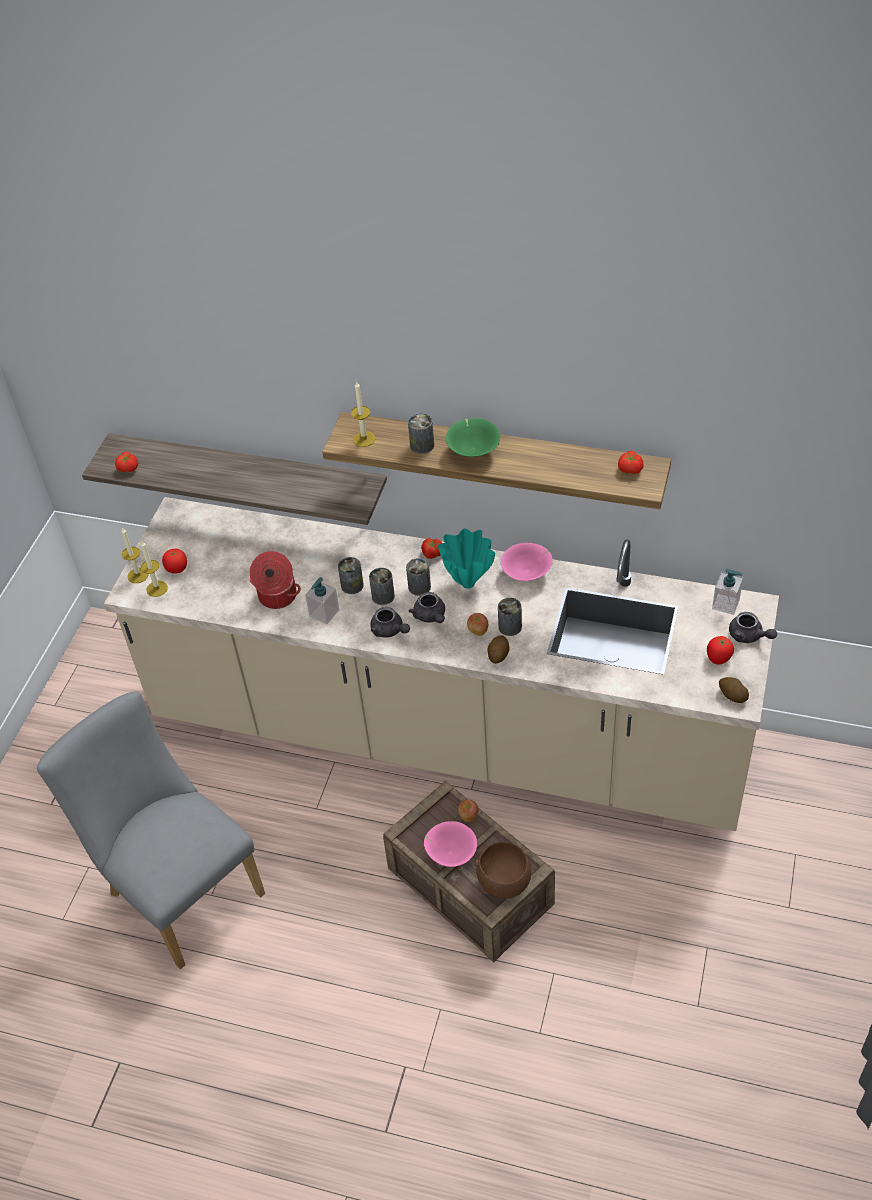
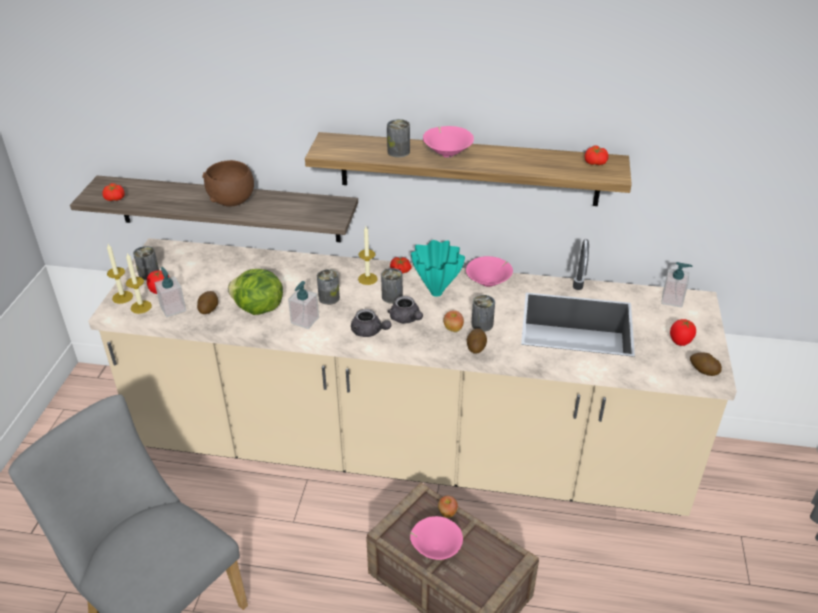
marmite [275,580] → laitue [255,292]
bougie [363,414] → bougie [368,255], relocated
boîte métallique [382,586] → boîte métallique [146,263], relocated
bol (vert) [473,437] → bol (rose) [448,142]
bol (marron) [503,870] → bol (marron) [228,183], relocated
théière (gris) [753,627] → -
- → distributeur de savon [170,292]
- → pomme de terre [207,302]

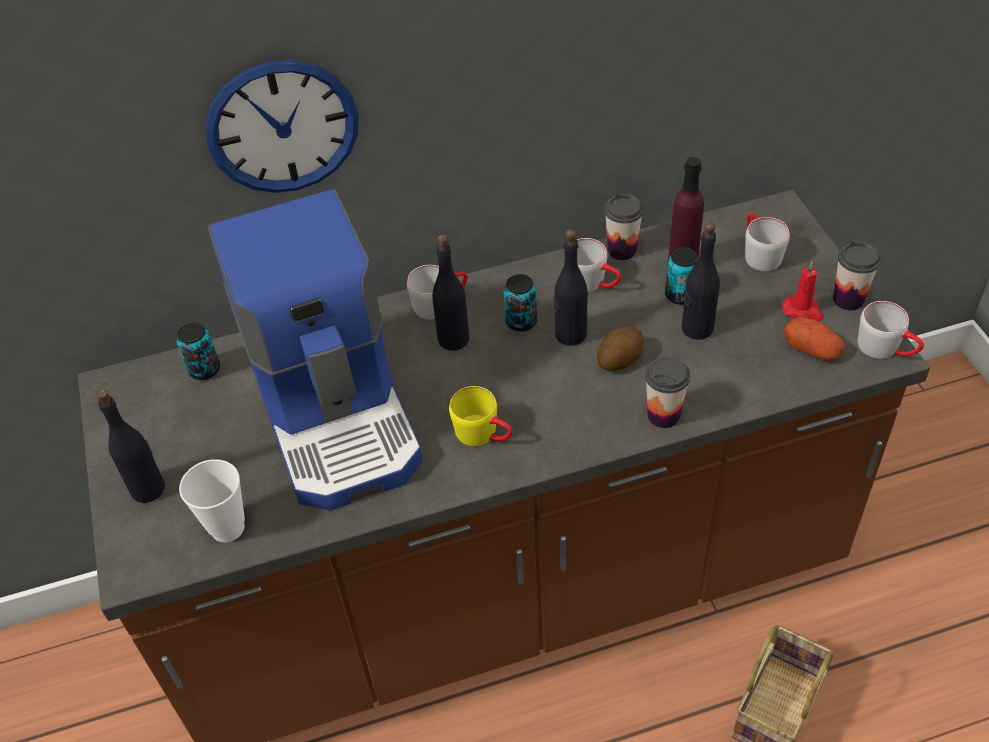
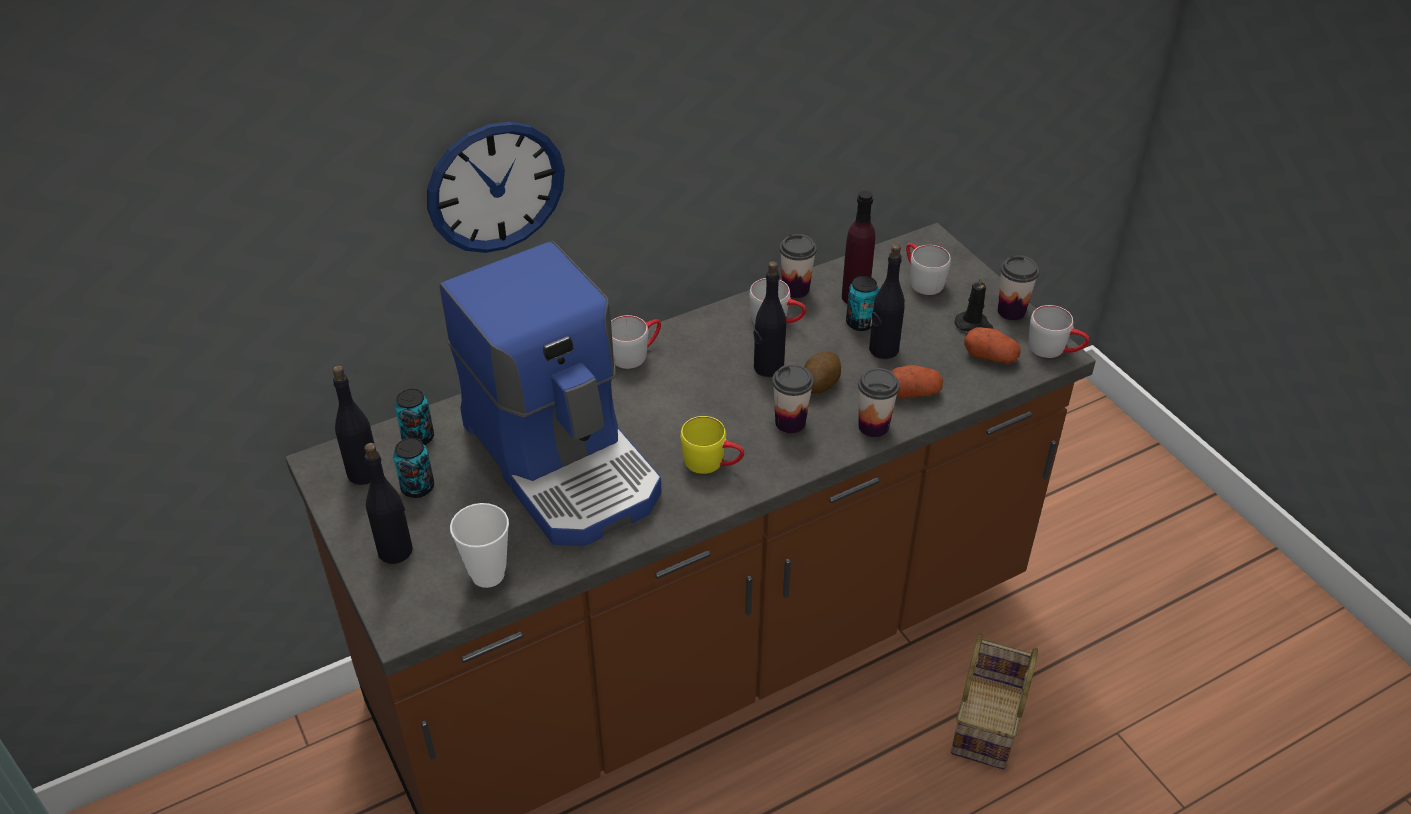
bouteille (noir) [450,293] → bouteille (noir) [353,425], relocated
boîte métallique [520,303] → boîte métallique [413,468], relocated
bougie (rouge) [802,291] → bougie (noir) [974,303]
- → tasse [793,399]
- → pomme de terre [917,381]

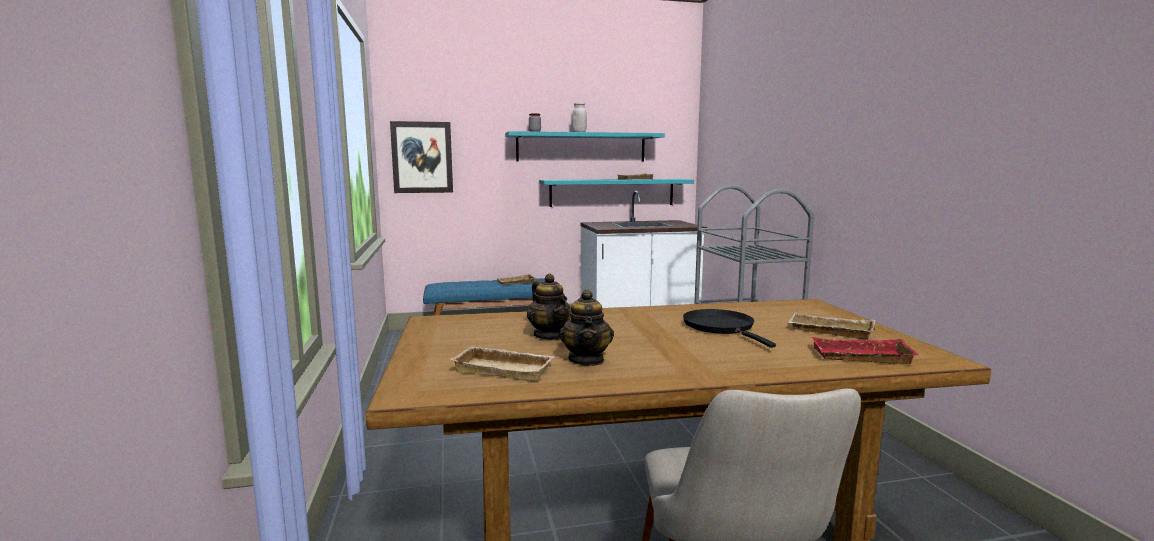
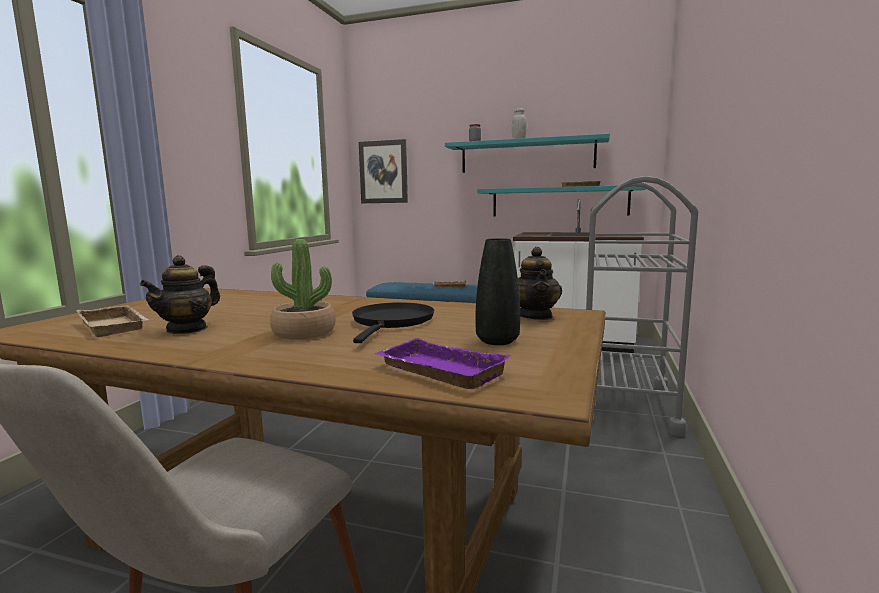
théière [549,306] → théière [540,283], relocated
plateau (beige) [832,325] → vase (noir) [497,291]
plateau (rouge) [865,350] → plateau (violet) [442,363]
- → plante en pot [302,289]

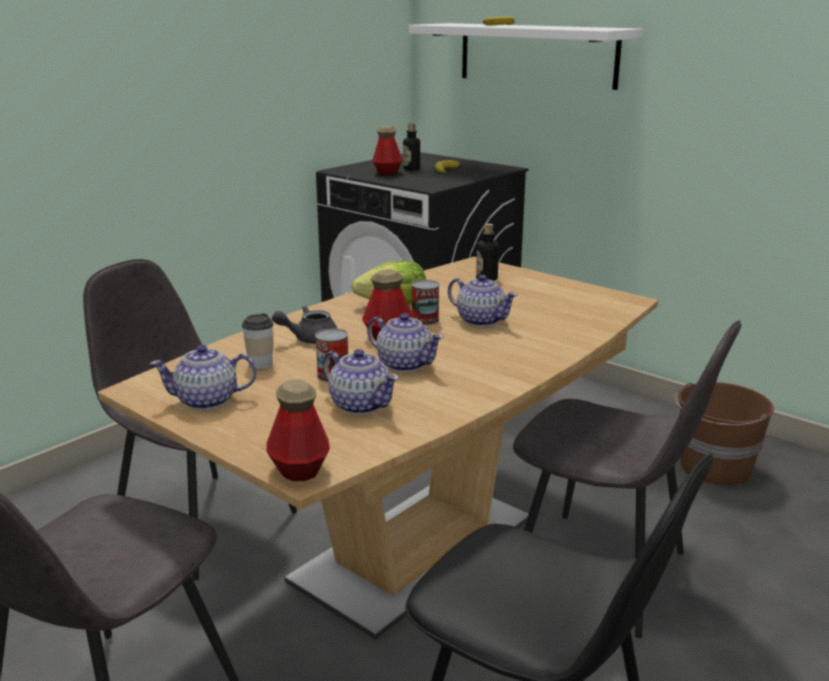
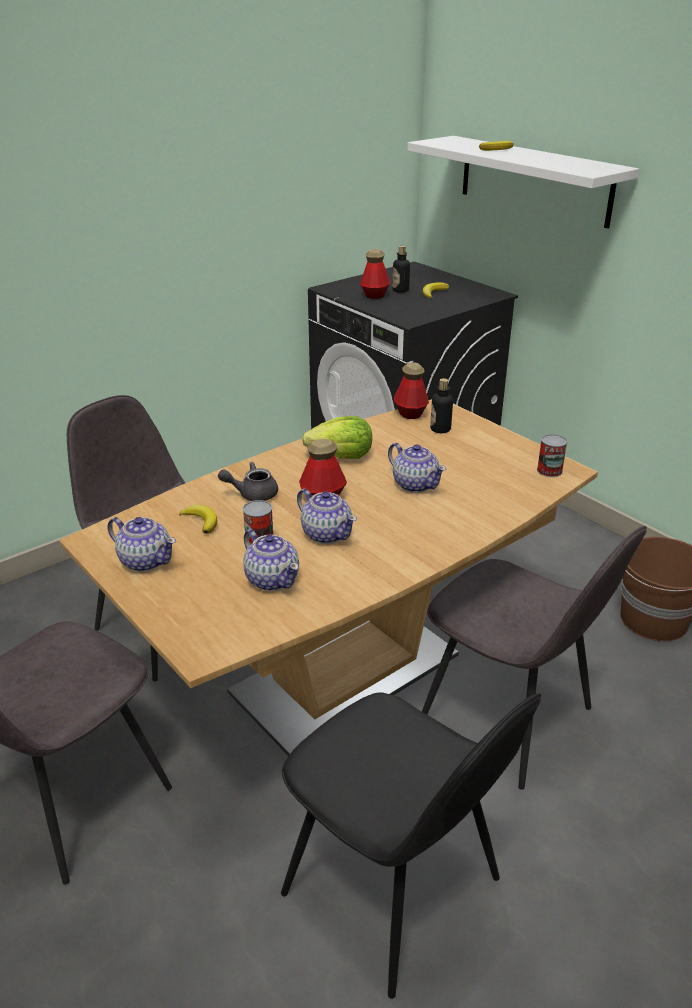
théière [203,377] → théière [141,544], 150 degrees counterclockwise
tasse [258,341] → banane [198,519]
bouteille [298,430] → bouteille [411,390], relocated
boîte métallique [425,303] → boîte métallique [552,455], relocated

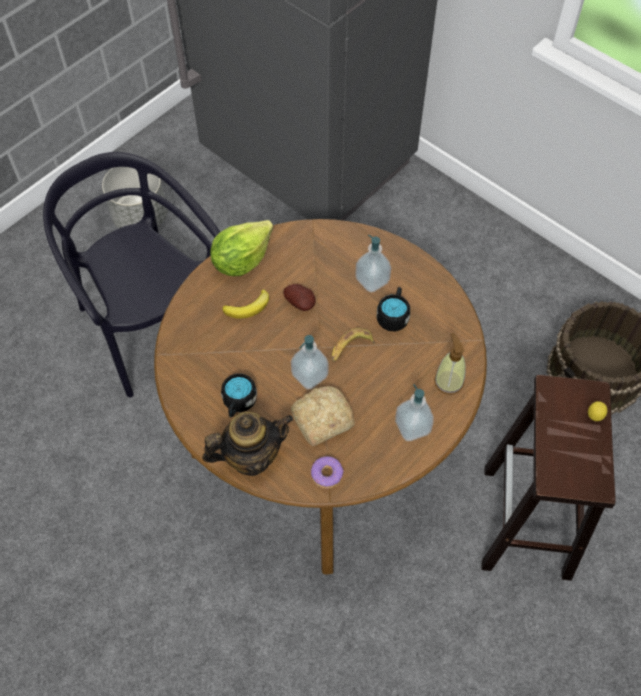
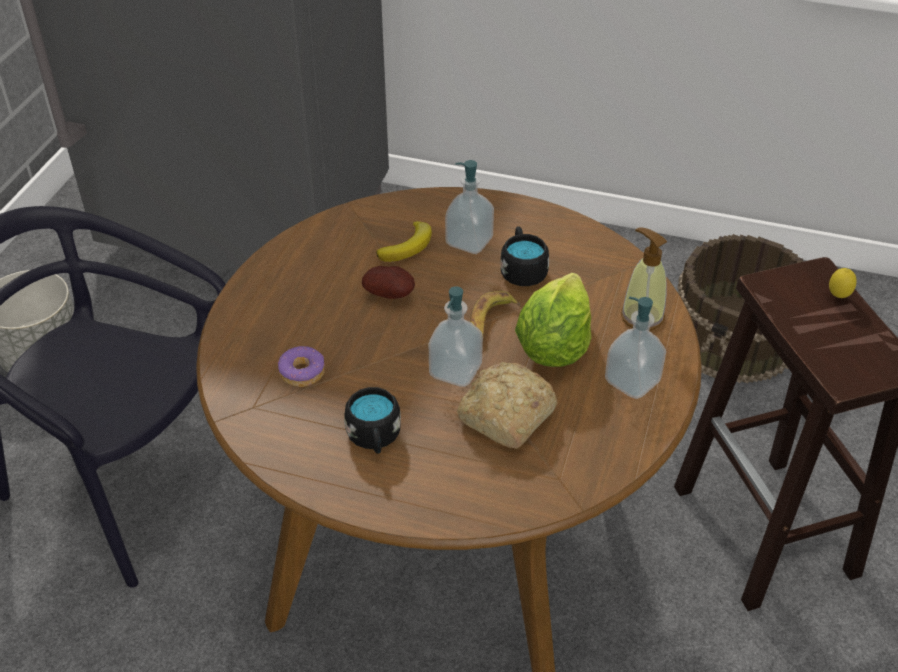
théière [247,444] → -
laitue [241,248] → laitue [553,320], relocated
banane [245,304] → banane [404,241], relocated
beignet [327,472] → beignet [301,366], relocated

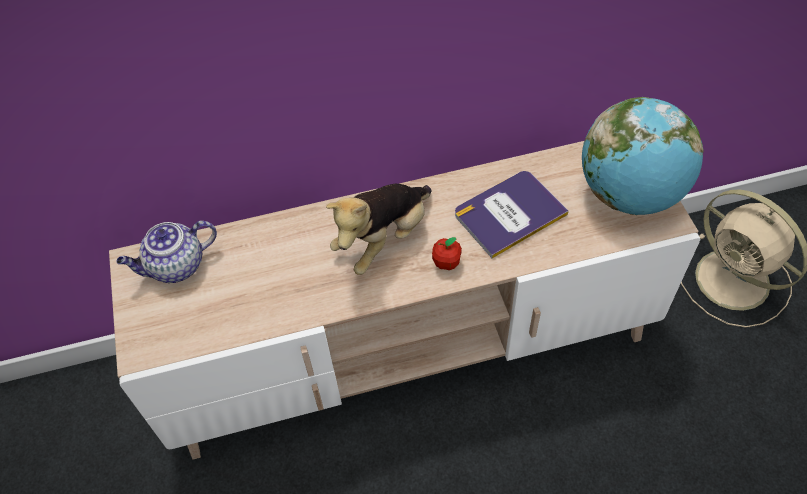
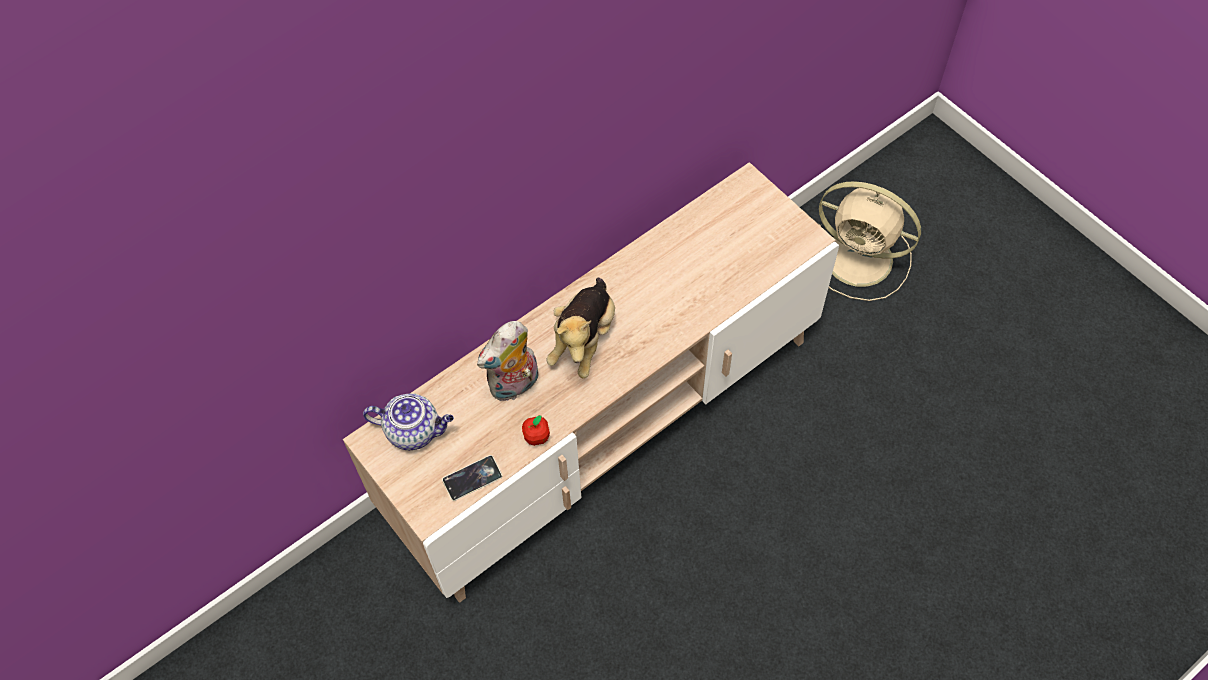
théière [166,252] → théière [408,421], 120 degrees counterclockwise
pomme [447,253] → pomme [536,430], relocated
livre [512,214] → -
globe [643,156] → -
- → téléphone [472,478]
- → peluche [508,361]

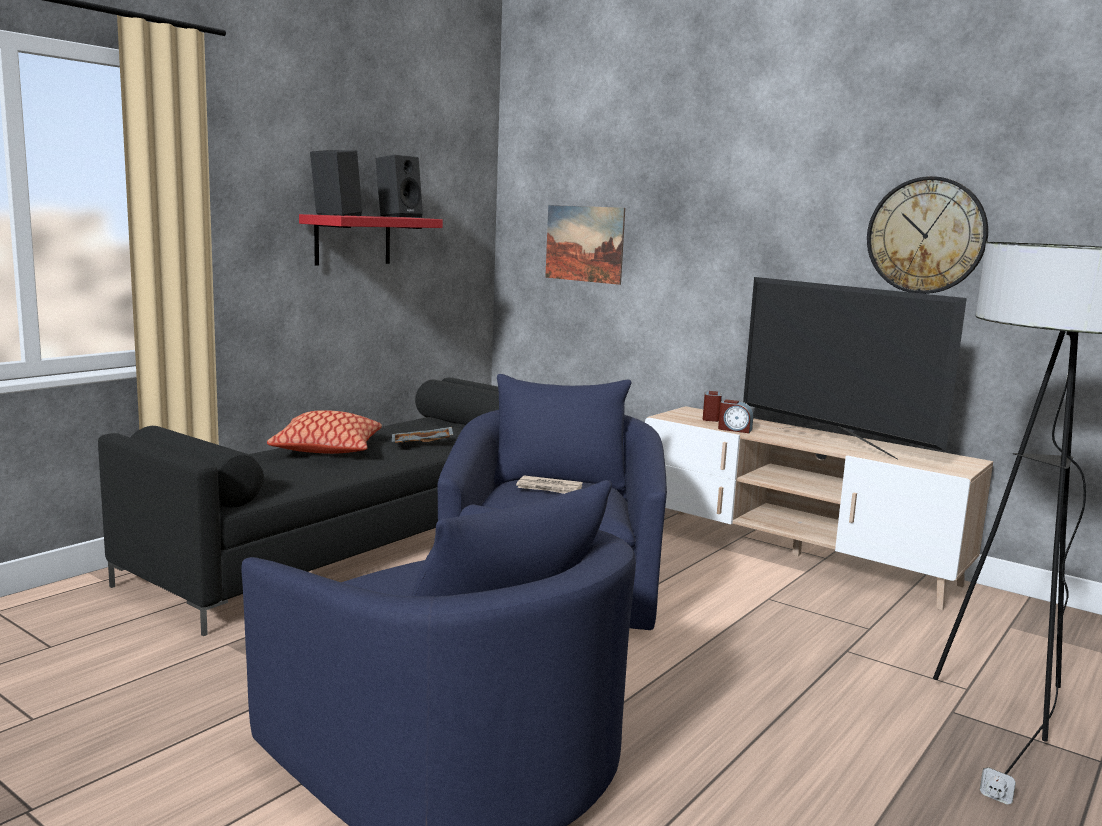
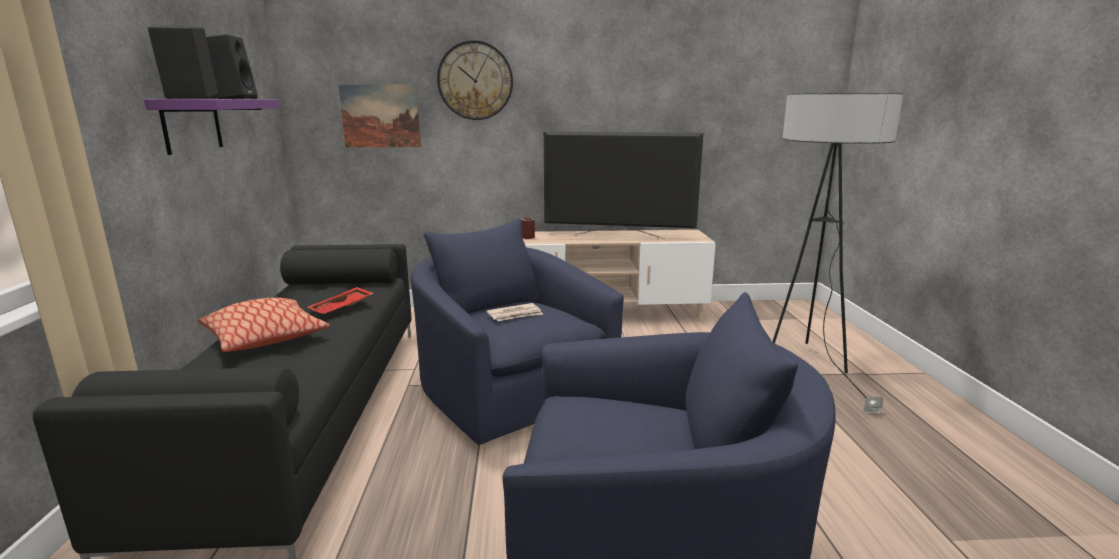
étagère (rouge) [371,239] → étagère (violet) [212,127]
plateau (gris) [422,435] → plateau (rouge) [340,300]
réveil [735,416] → -
horloge murale [927,235] → horloge murale [475,80], relocated

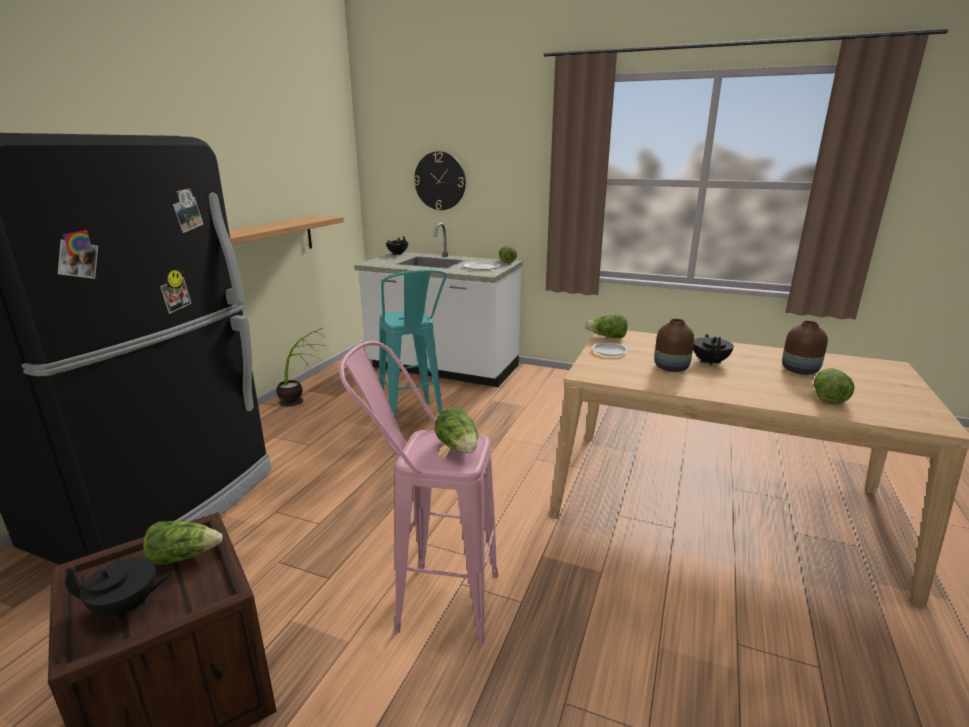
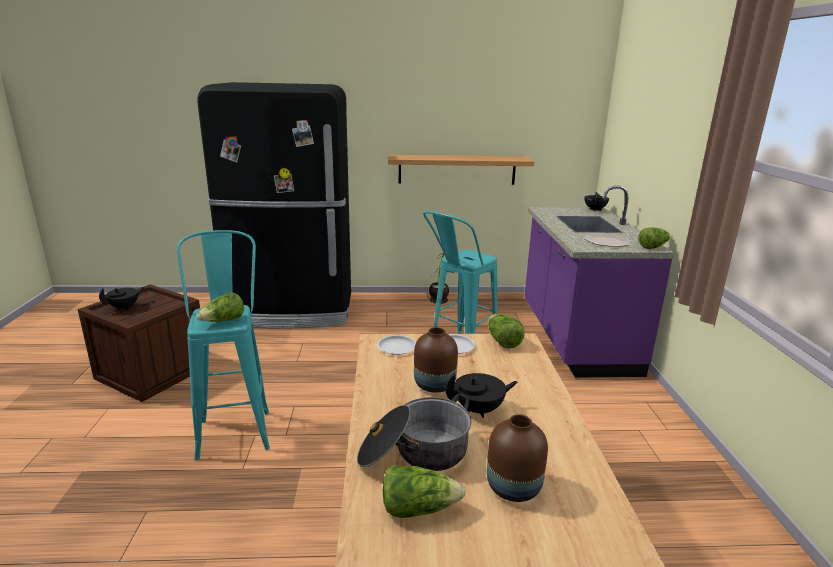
théière (noir) [119,589] → théière (noir) [122,298], 105 degrees counterclockwise
laitue [183,543] → -
tabouret (rose) [418,493] → tabouret (turquoise) [223,345]
comptoir de cuisine (blanc) [438,305] → comptoir de cuisine (violet) [599,281]
horloge murale [440,180] → -
- → marmite [414,432]
- → assiette (blanc) [396,345]

